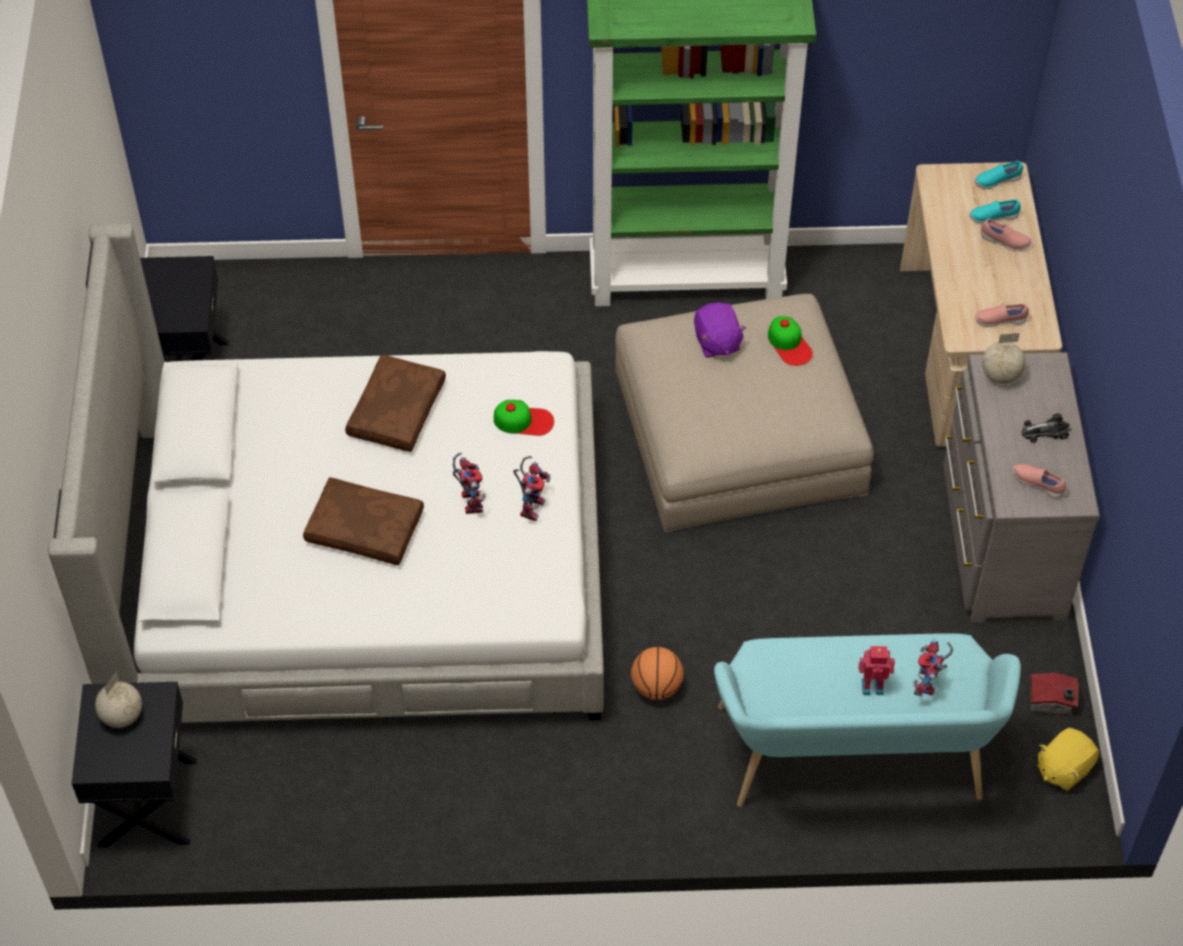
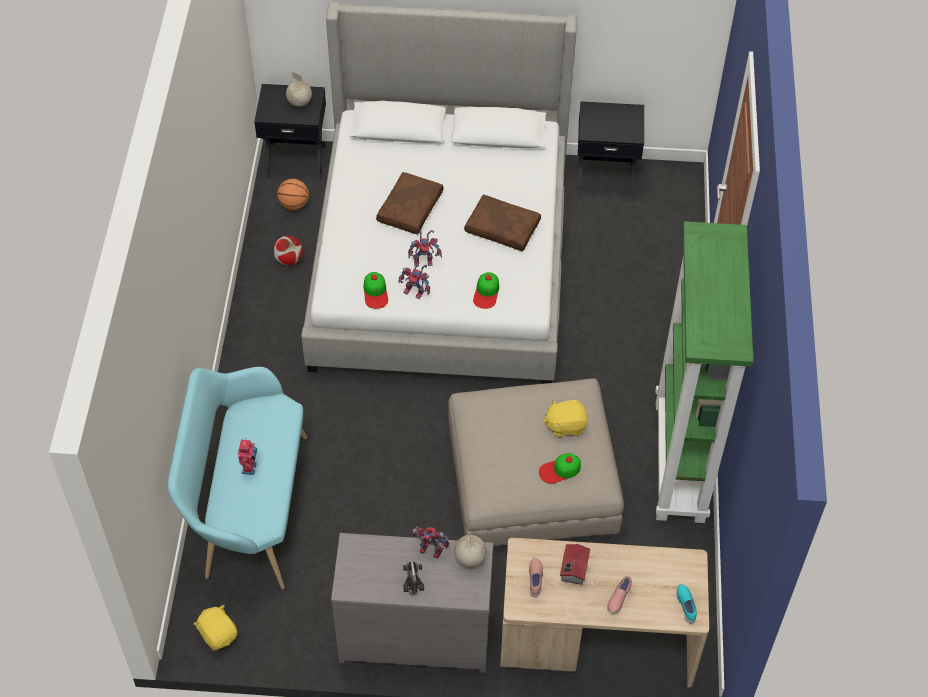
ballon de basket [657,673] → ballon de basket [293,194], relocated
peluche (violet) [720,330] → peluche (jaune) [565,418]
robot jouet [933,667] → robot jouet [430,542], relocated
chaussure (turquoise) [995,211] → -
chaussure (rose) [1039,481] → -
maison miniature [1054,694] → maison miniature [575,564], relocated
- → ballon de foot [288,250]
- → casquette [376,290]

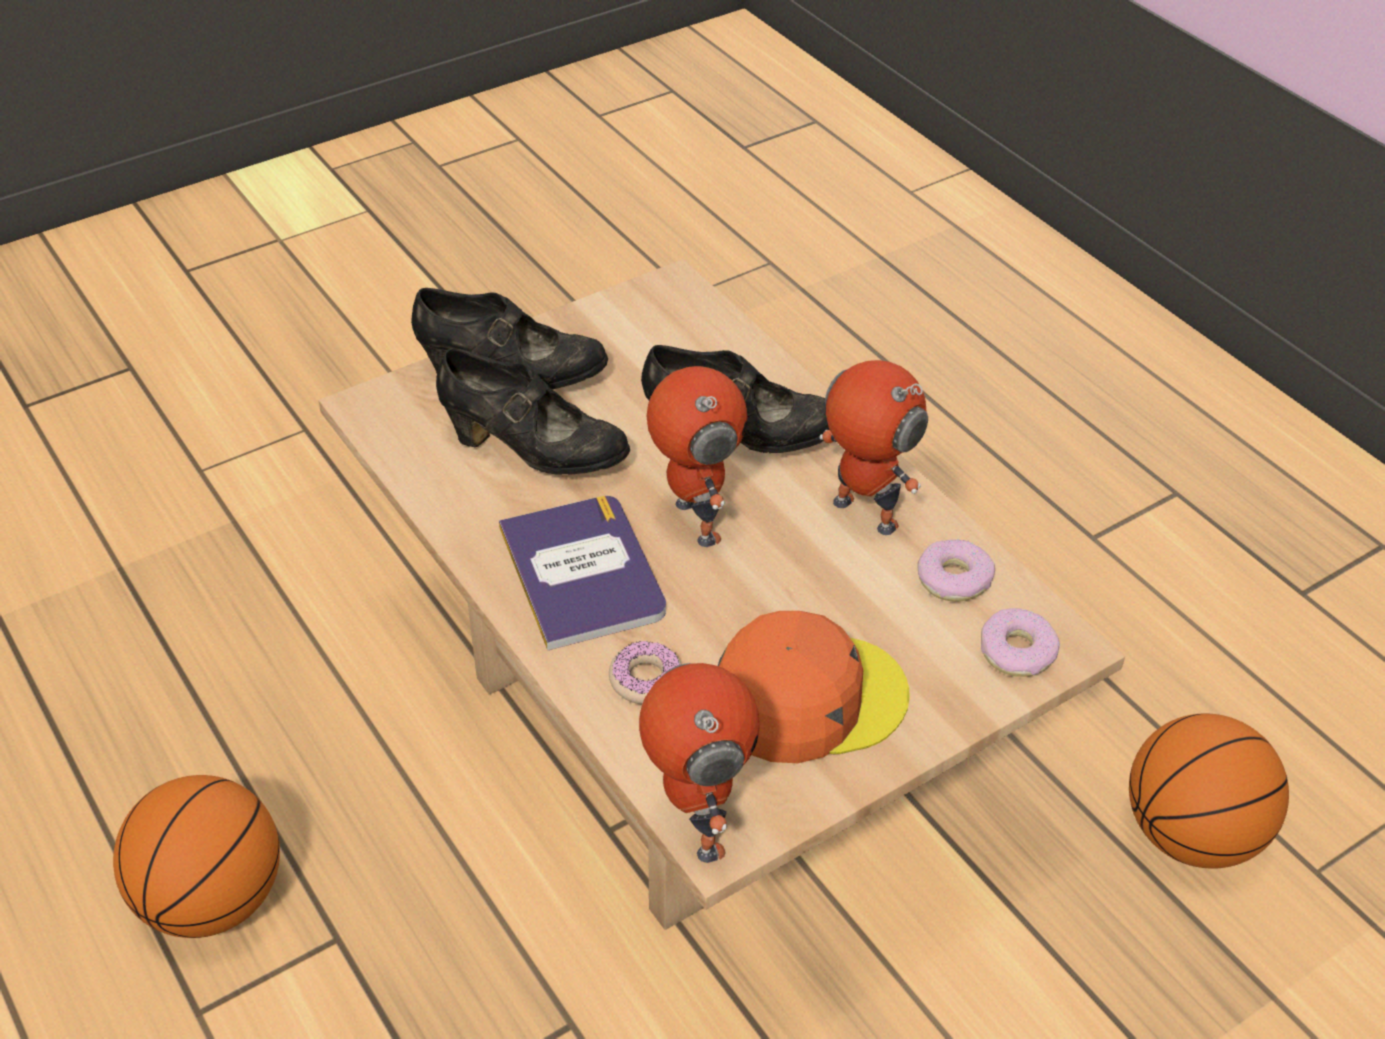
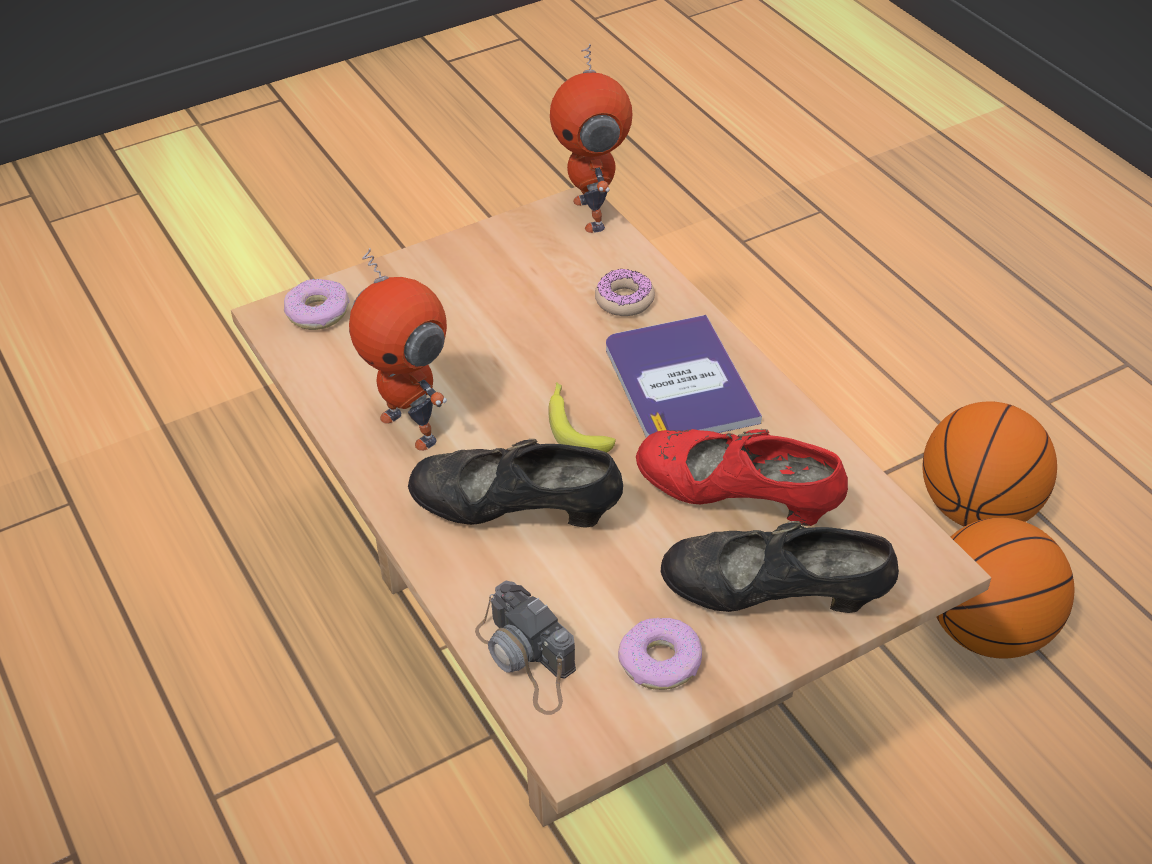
chaussure (noir) [533,411] → chaussure (rouge) [742,477]
robot jouet [696,456] → banane [582,417]
casquette (orange) [814,687] → -
beignet [956,570] → beignet [660,654], relocated
ballon de basket [1209,791] → ballon de basket [1005,588], relocated
- → appareil photo [525,648]

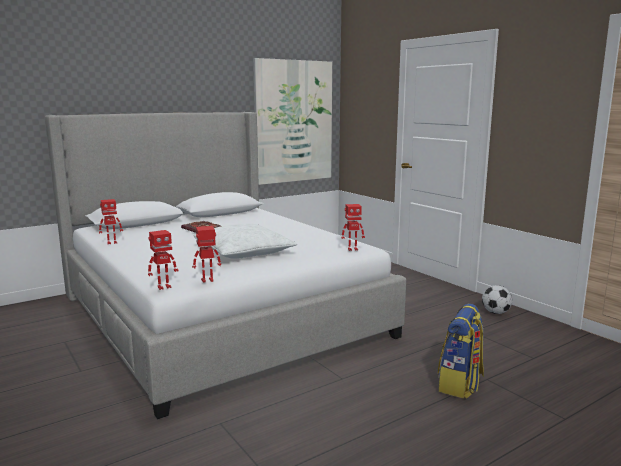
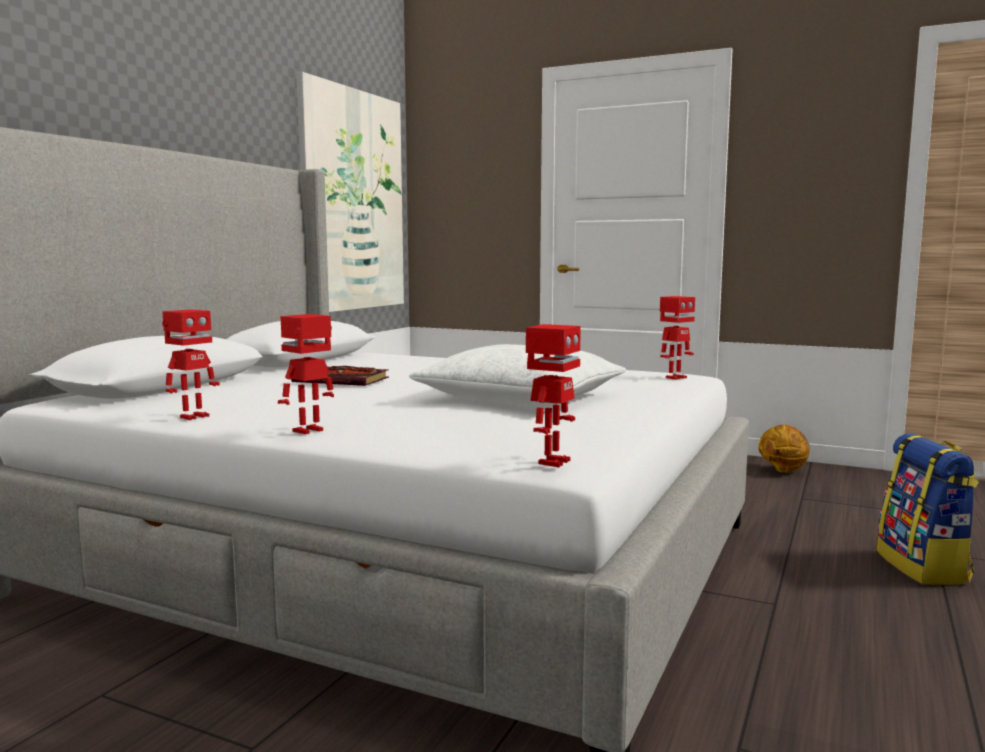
robot jouet [206,254] → robot jouet [306,374], relocated
ballon de foot [497,299] → ballon de basket [784,449]

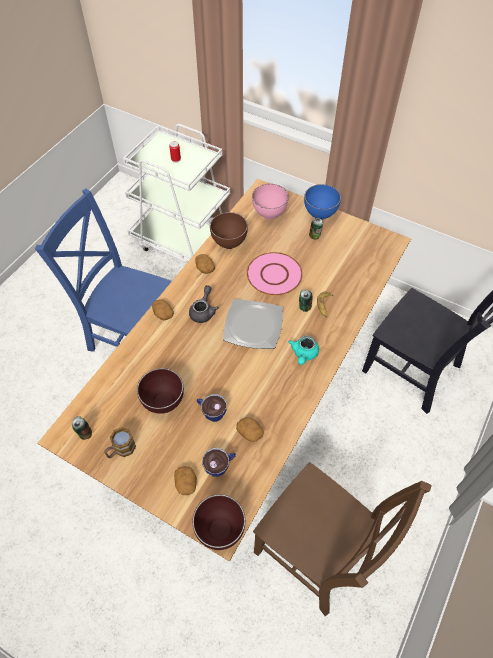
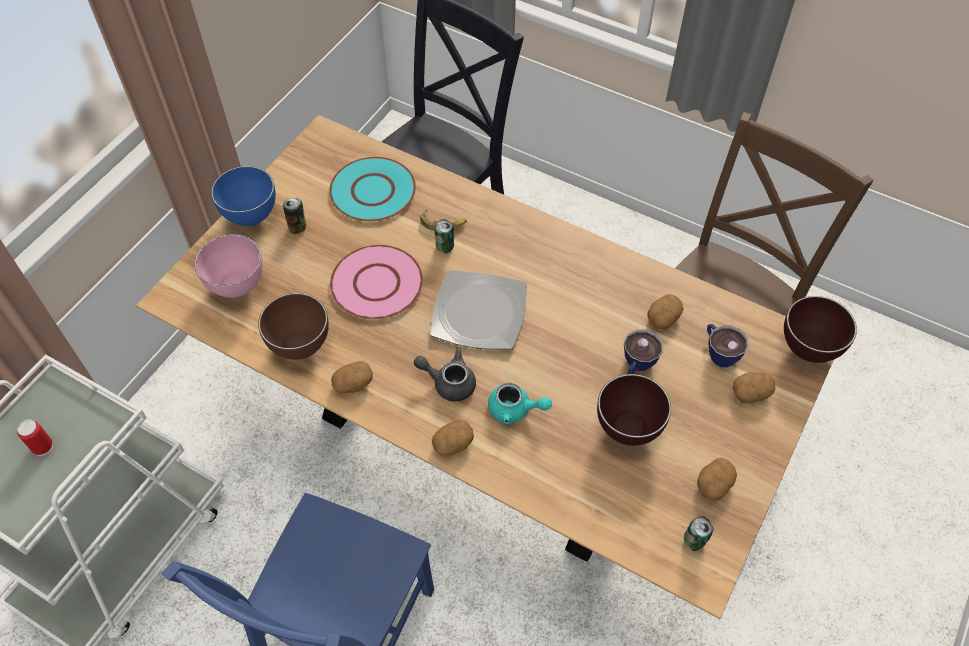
mug [120,442] → pomme de terre [717,479]
théière (turquoise) [303,350] → théière (turquoise) [520,404], relocated
- → assiette (turquoise) [372,189]

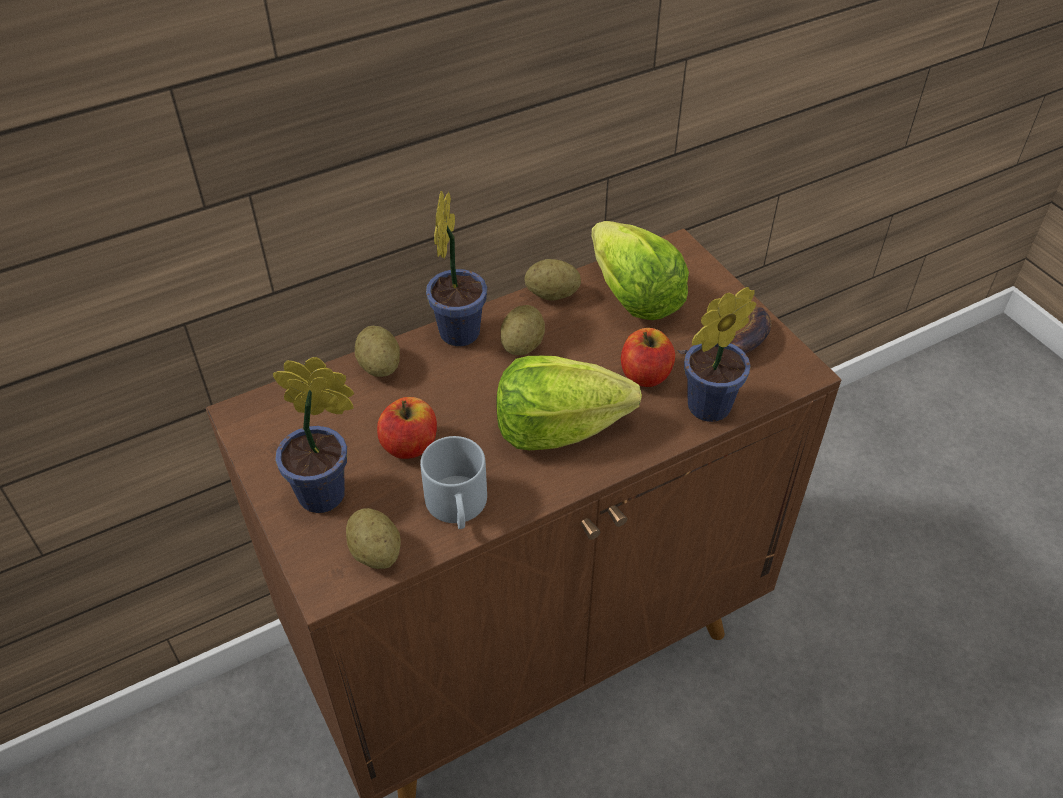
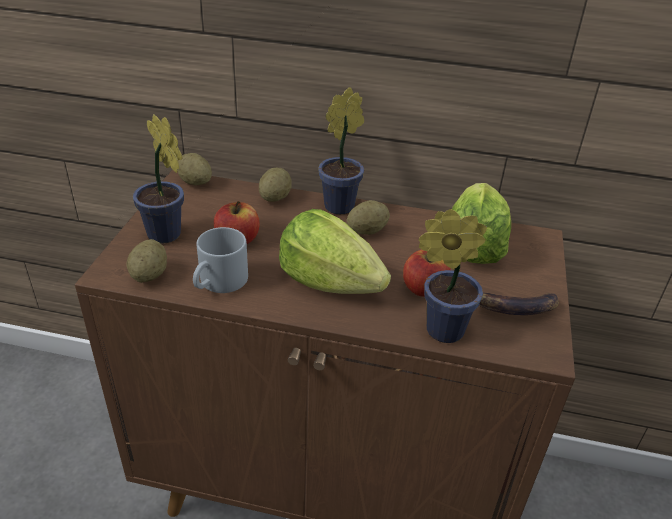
pomme de terre [552,280] → pomme de terre [195,169], relocated

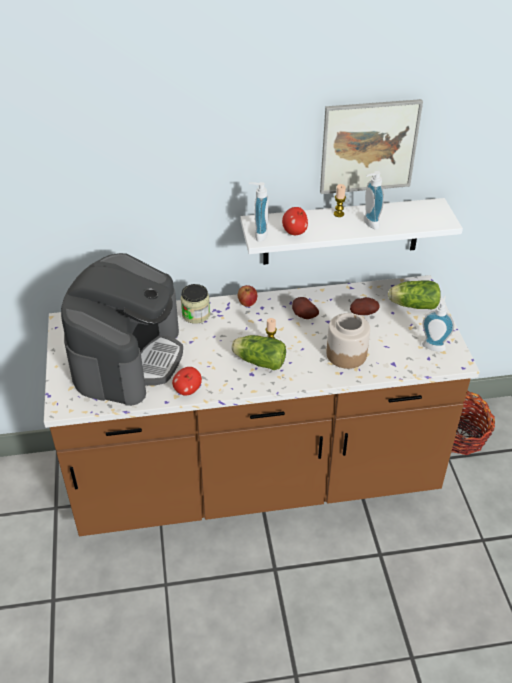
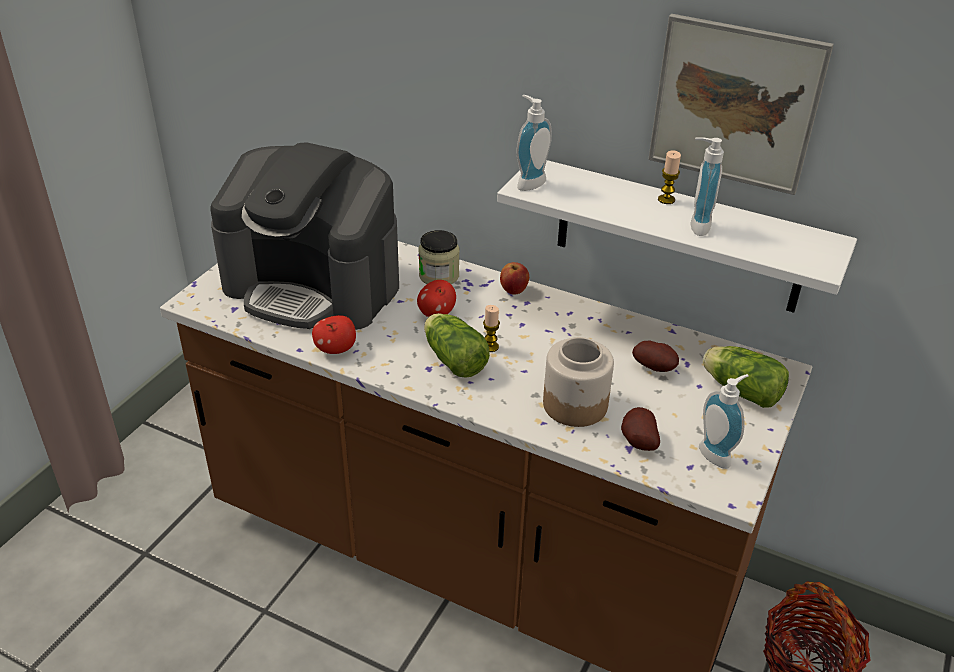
machine à café [122,329] → machine à café [305,236], 60 degrees clockwise
pomme [295,221] → pomme [436,298], relocated
pomme de terre [305,308] → pomme de terre [640,429], relocated

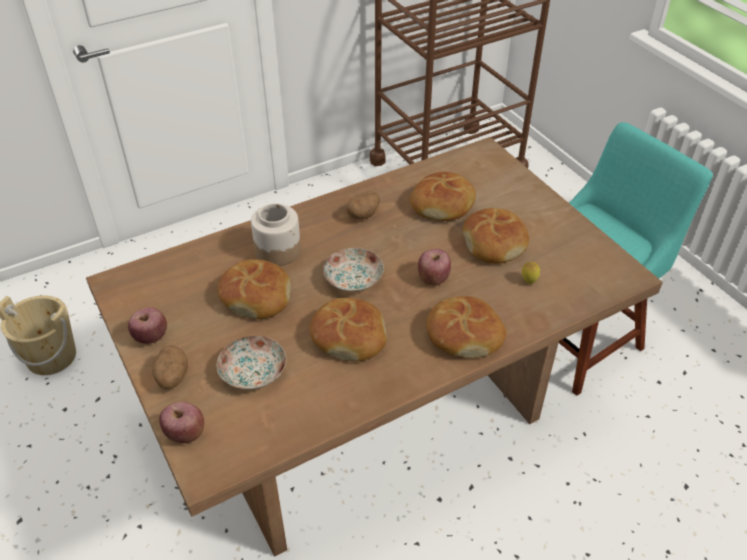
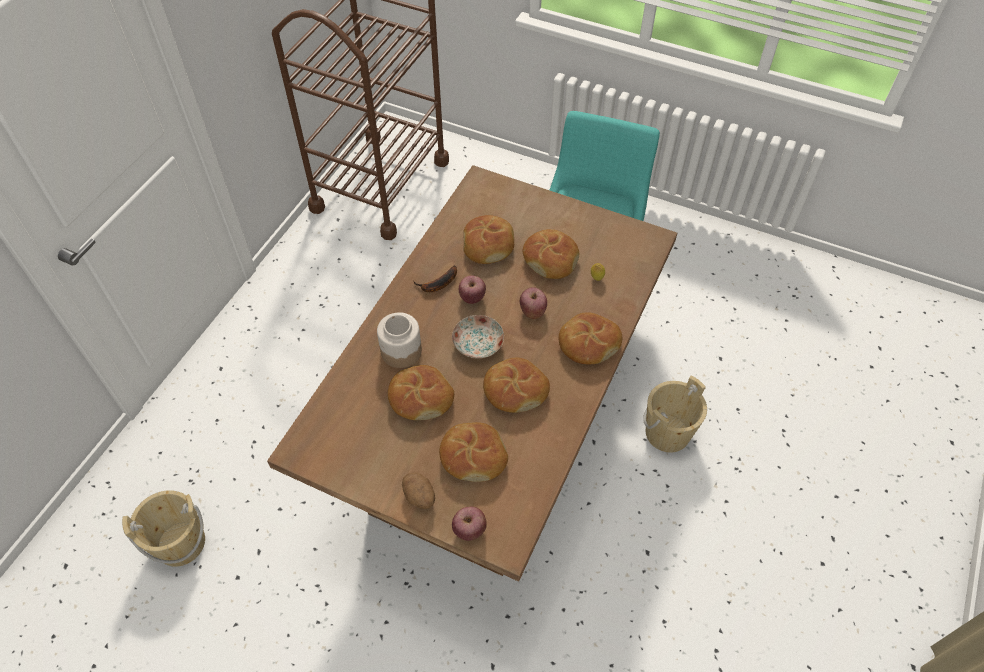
pomme [147,325] → pomme [472,289], relocated
assiette [251,363] → pain [473,452]
pomme de terre [363,205] → banane [435,279]
- → seau (beige) [675,414]

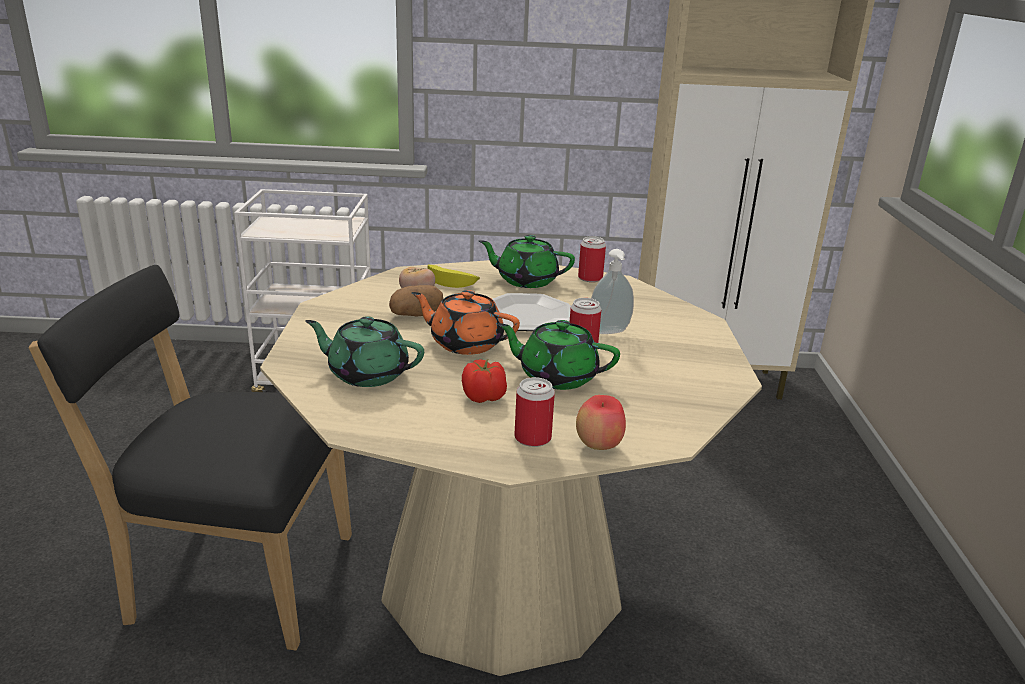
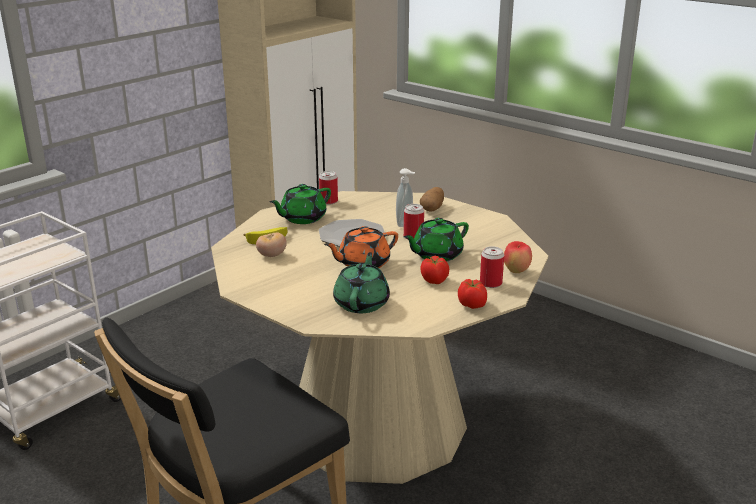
théière (vert) [364,351] → théière (vert) [361,282], 135 degrees clockwise
pomme de terre [416,301] → pomme de terre [432,199], relocated
- → tomate [472,294]

